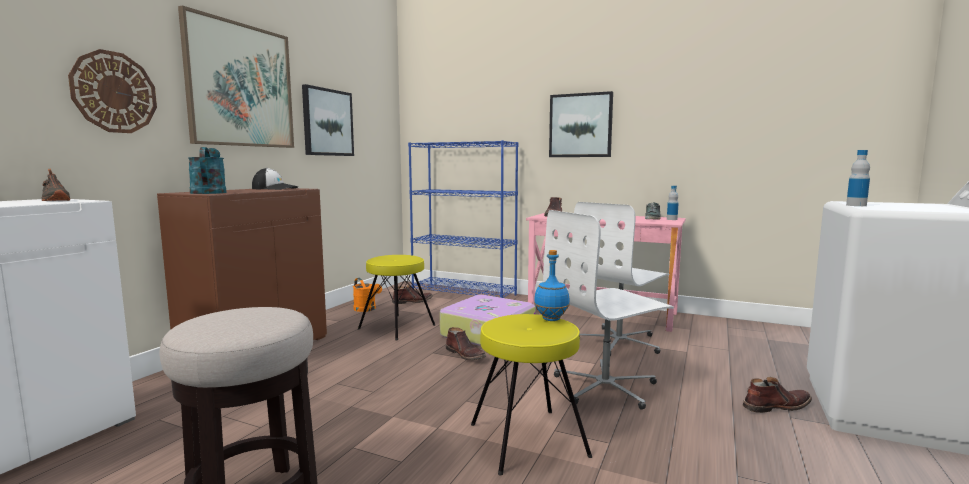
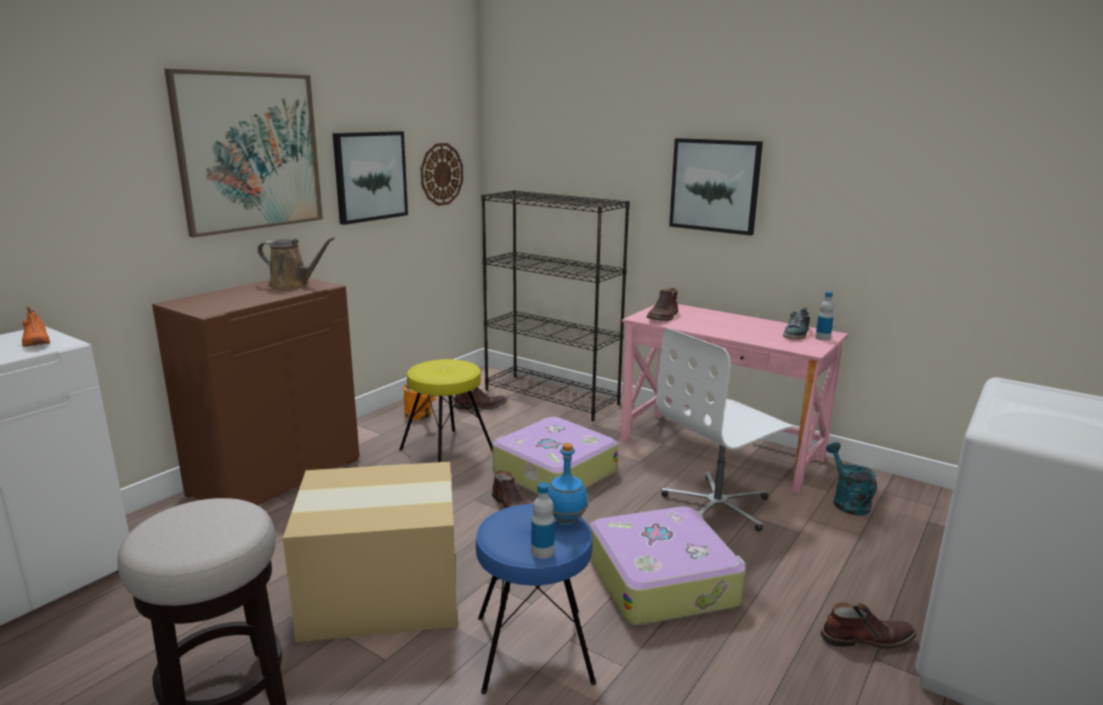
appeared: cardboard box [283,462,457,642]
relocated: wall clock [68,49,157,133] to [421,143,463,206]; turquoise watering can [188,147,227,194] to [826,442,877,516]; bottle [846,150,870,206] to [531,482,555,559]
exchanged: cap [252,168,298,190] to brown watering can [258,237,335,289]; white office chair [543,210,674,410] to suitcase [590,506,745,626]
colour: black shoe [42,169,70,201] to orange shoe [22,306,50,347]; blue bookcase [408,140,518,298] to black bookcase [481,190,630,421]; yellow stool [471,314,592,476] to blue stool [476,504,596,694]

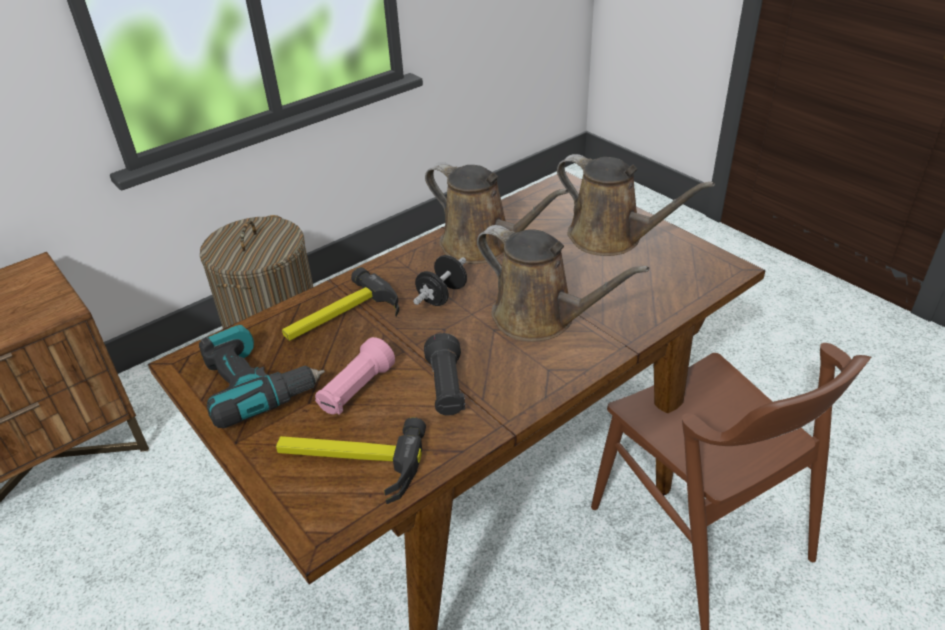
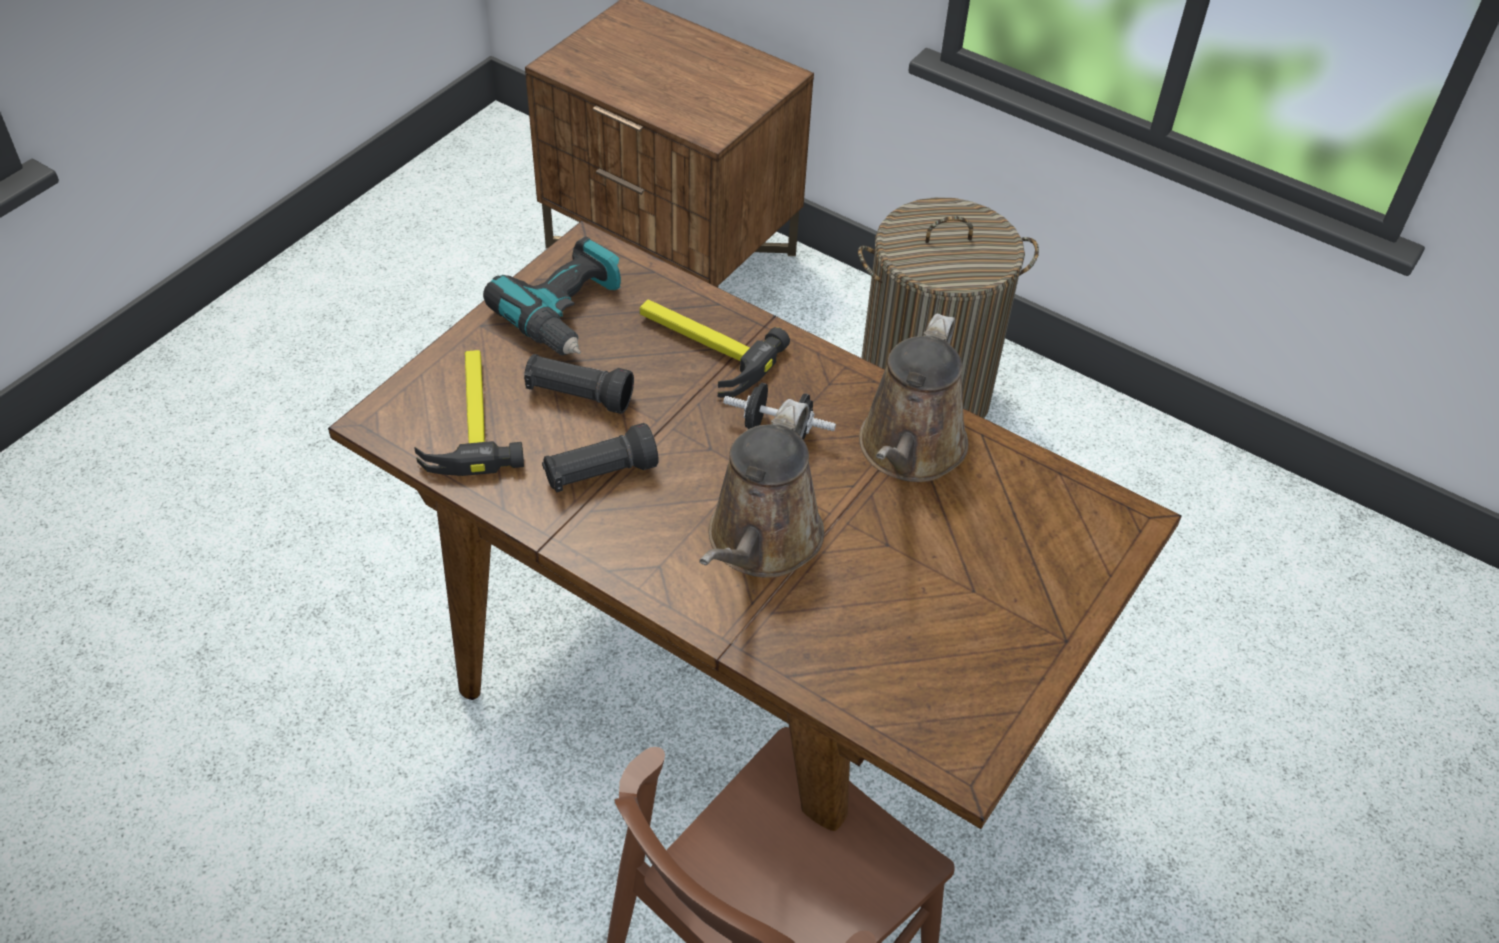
missing: brown watering can [557,154,715,256]
colour: pink flashlight [315,337,395,415] to black flashlight [524,354,634,414]

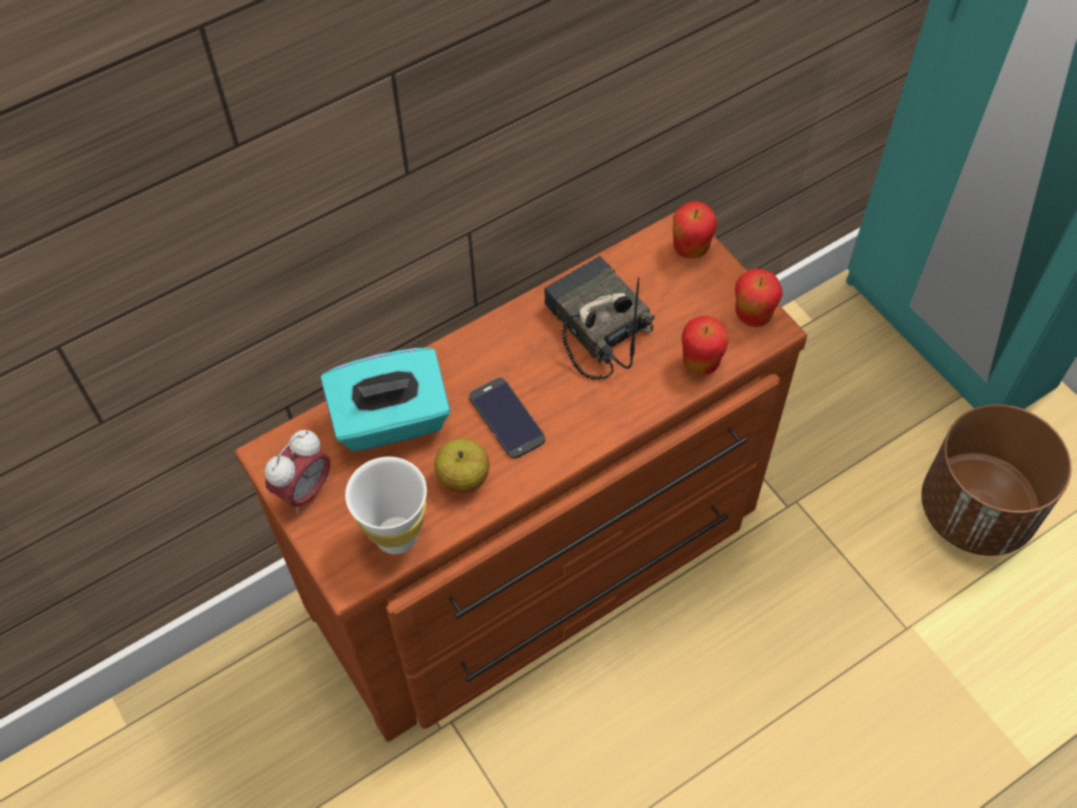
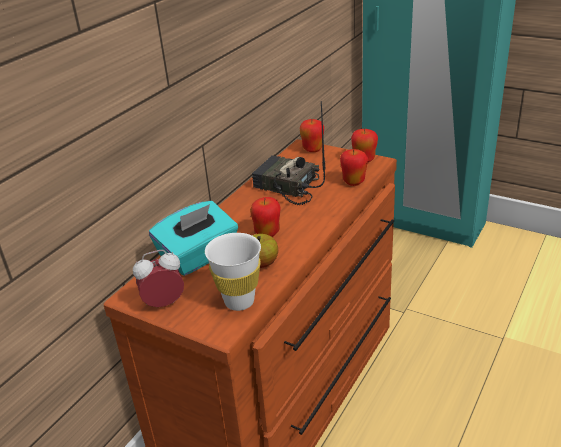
missing: brown planter [921,404,1071,556]
exchanged: phone [469,377,545,459] to apple [250,197,281,237]
spun: alarm clock [265,430,330,514] = [133,250,184,307] 120 degrees counterclockwise

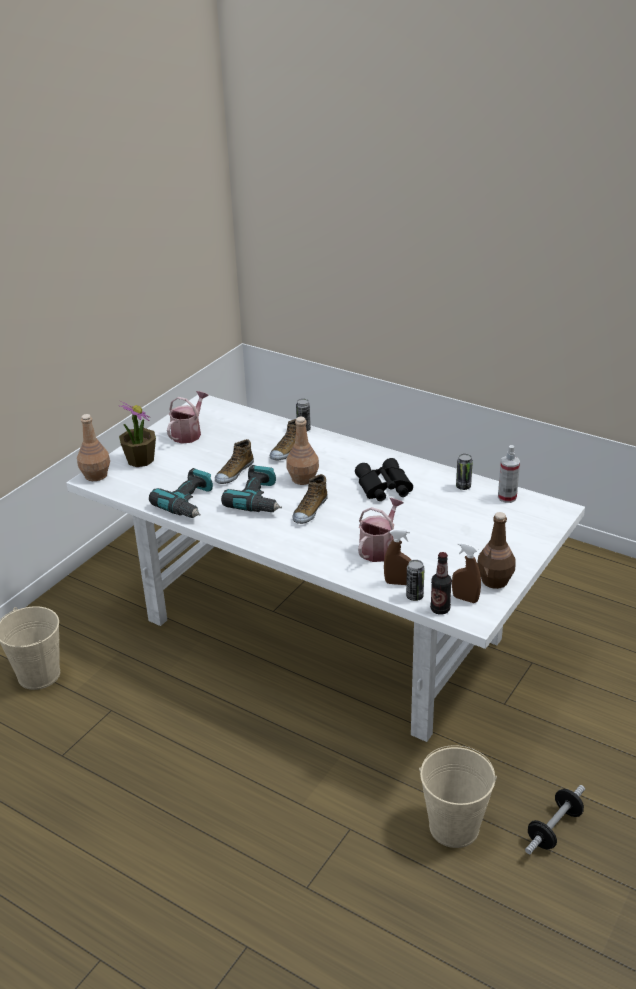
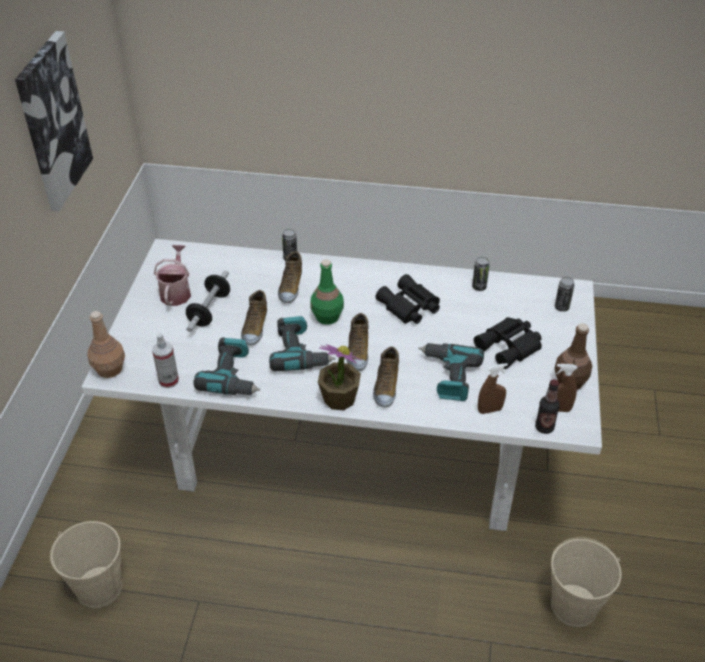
appeared: picture [15,31,93,211]; shoe [373,346,399,407]; black binoculars [474,317,542,369]
relocated: potted plant [118,401,156,467] to [318,344,362,410]; can [406,560,425,601] to [555,277,575,312]; spray bottle [498,445,520,503] to [152,333,179,388]; dumbbell [525,785,585,854] to [186,270,230,332]
exchanged: watering can [358,498,404,562] to power drill [419,343,484,401]
colour: brown bottle [286,417,319,485] to green bottle [310,259,344,325]

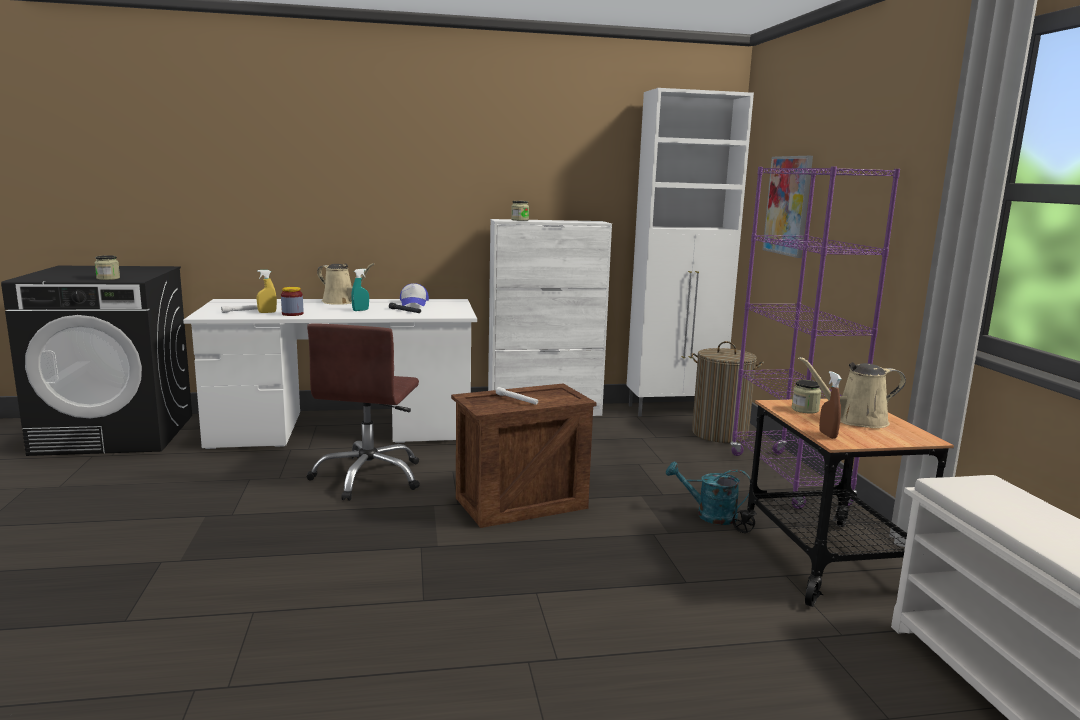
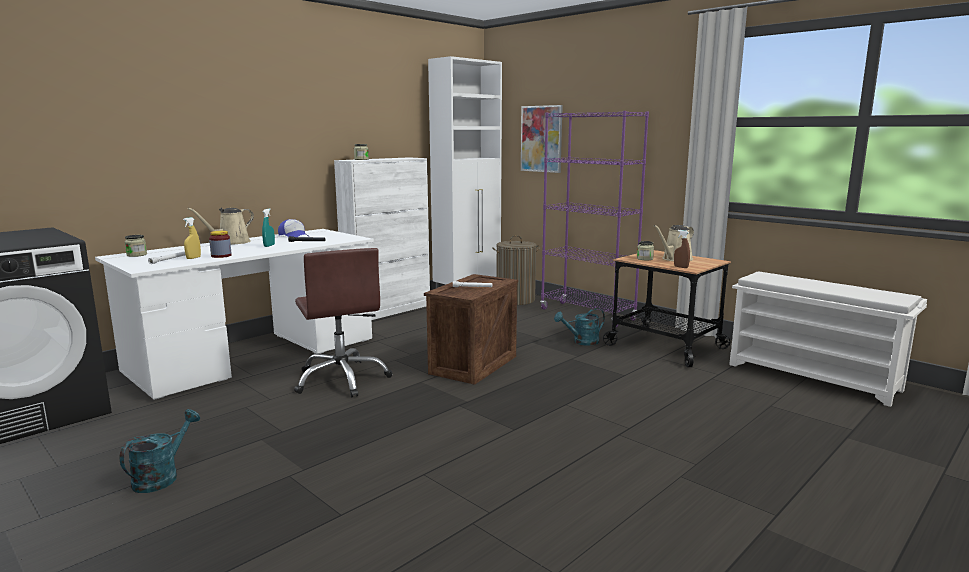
appeared: turquoise watering can [119,409,200,493]
relocated: jar [95,255,120,280] to [125,235,147,257]
spun: beige watering can [317,263,374,305] = [187,208,254,245] 135 degrees clockwise

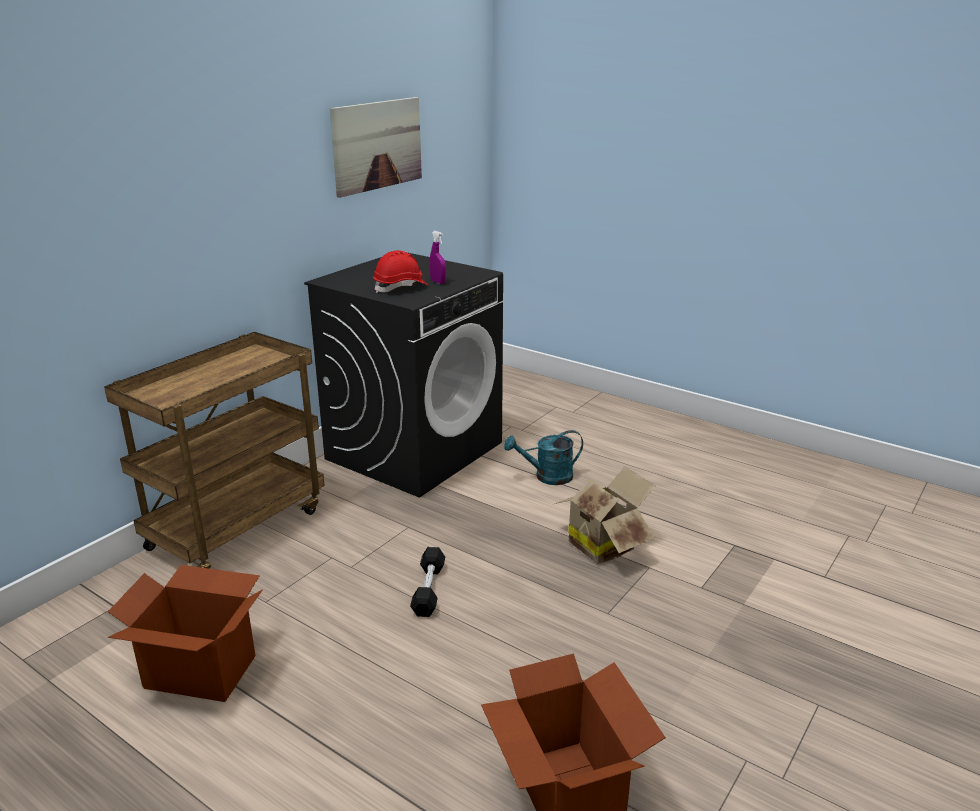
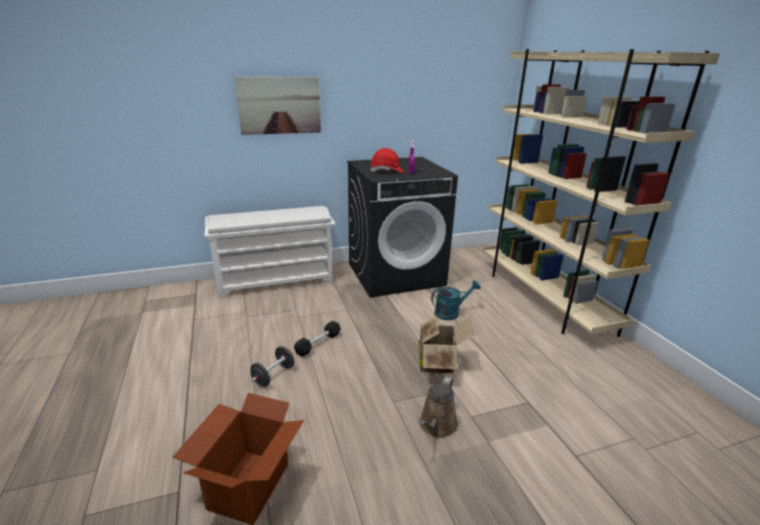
missing: cardboard box [108,565,263,702]
appeared: black dumbbell [250,346,294,387]; brown watering can [419,377,458,438]; beige bookcase [483,49,720,337]
relocated: picture [330,97,422,198] to [235,77,321,135]
exchanged: brown cart [104,332,325,569] to white shoe rack [205,206,336,298]
spun: turquoise watering can [504,430,583,485] = [431,280,480,320] 135 degrees clockwise

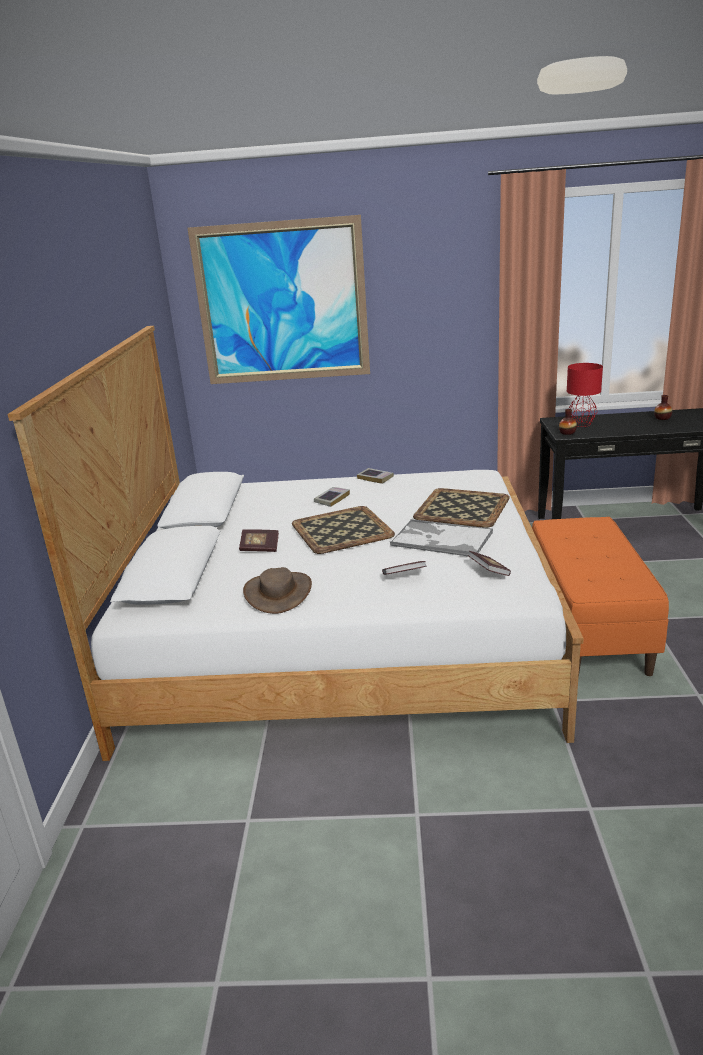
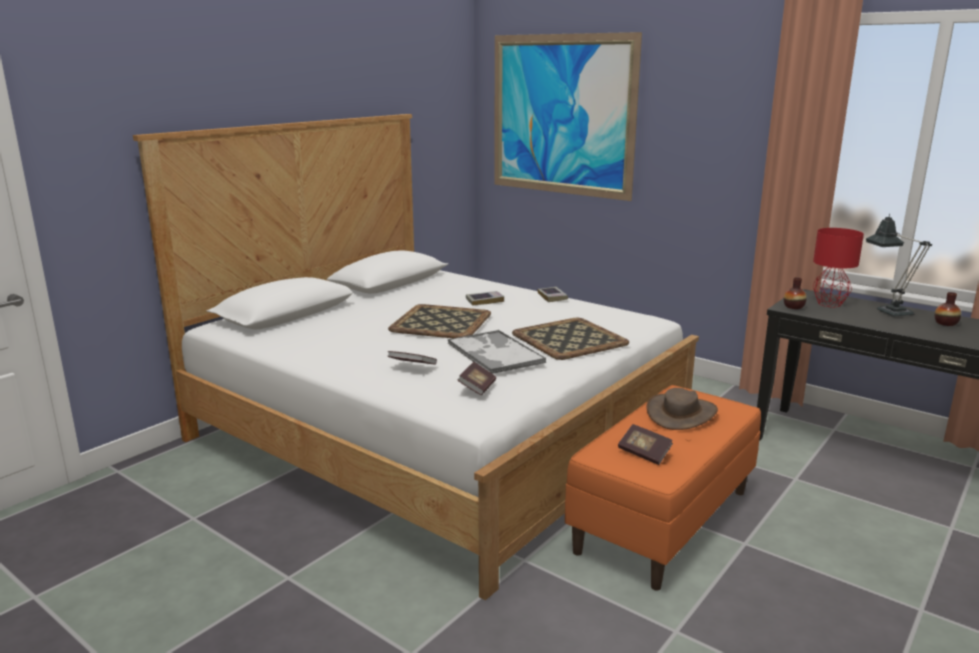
appeared: table lamp [866,214,932,317]
relocated: book [239,529,279,552] to [618,424,673,465]; brown hat [243,567,312,614] to [647,388,718,430]

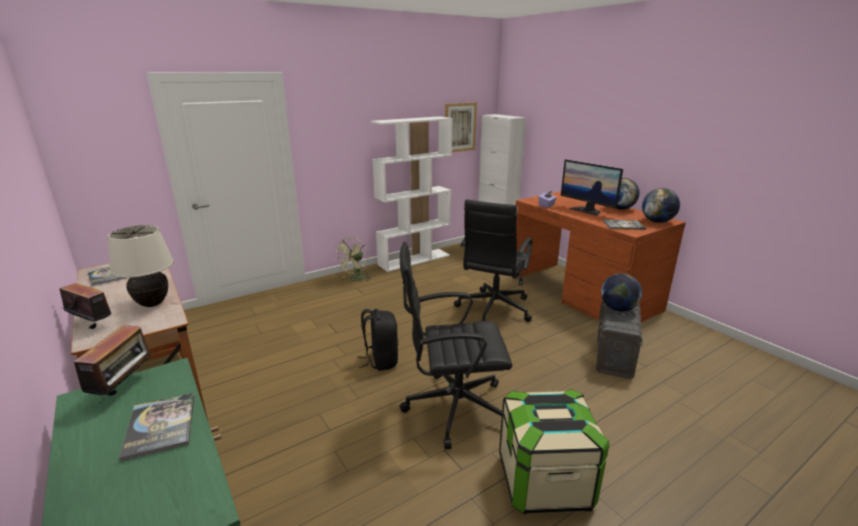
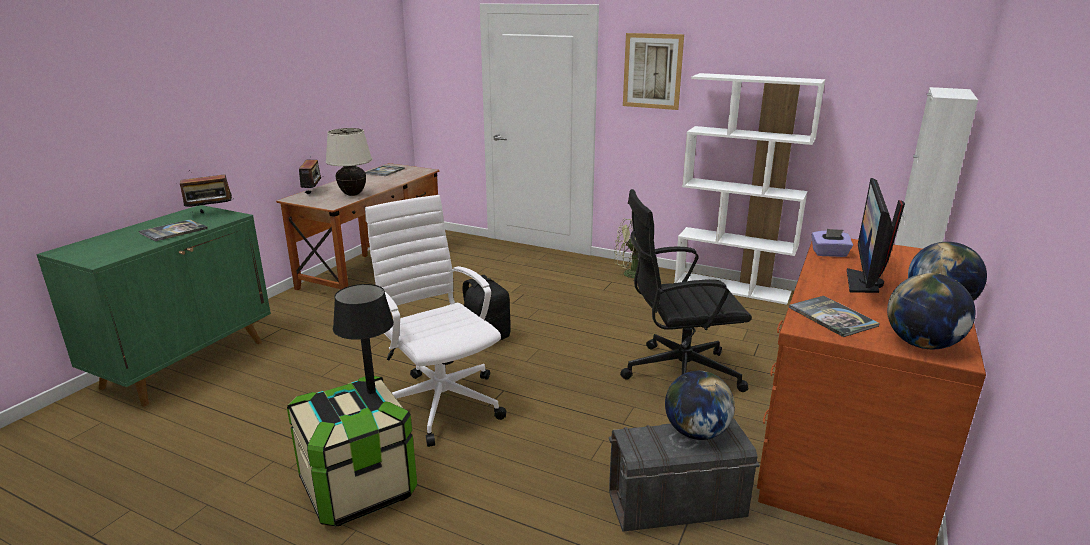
appeared: black table lamp [333,284,394,394]
relocated: picture [445,102,477,152] to [623,33,684,110]
colour: black office chair [399,242,512,449] to white office chair [365,195,507,447]

